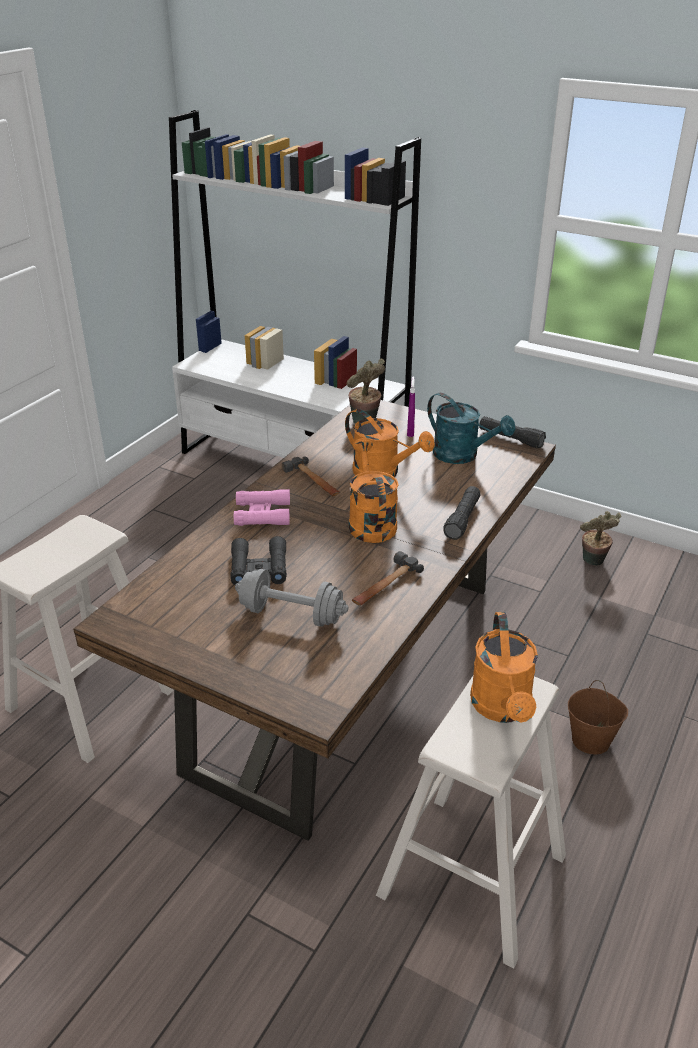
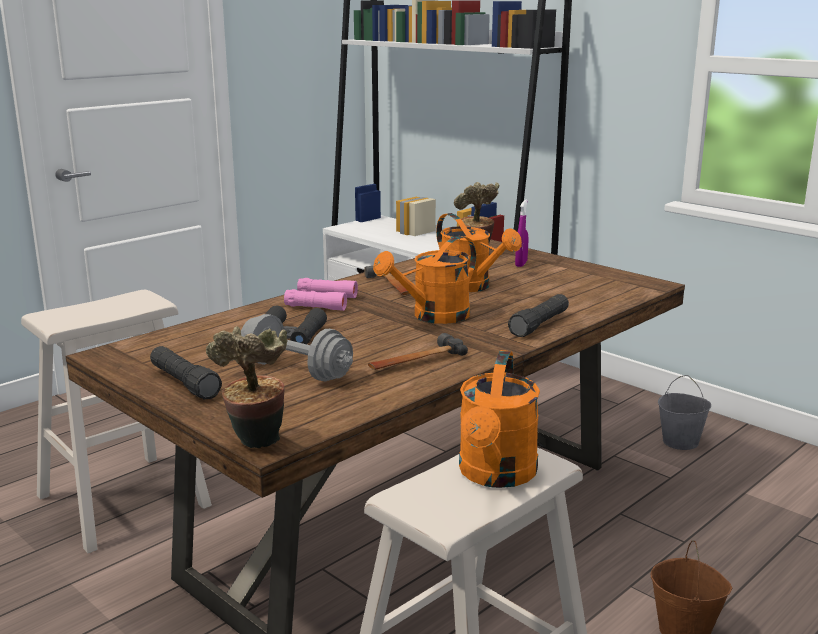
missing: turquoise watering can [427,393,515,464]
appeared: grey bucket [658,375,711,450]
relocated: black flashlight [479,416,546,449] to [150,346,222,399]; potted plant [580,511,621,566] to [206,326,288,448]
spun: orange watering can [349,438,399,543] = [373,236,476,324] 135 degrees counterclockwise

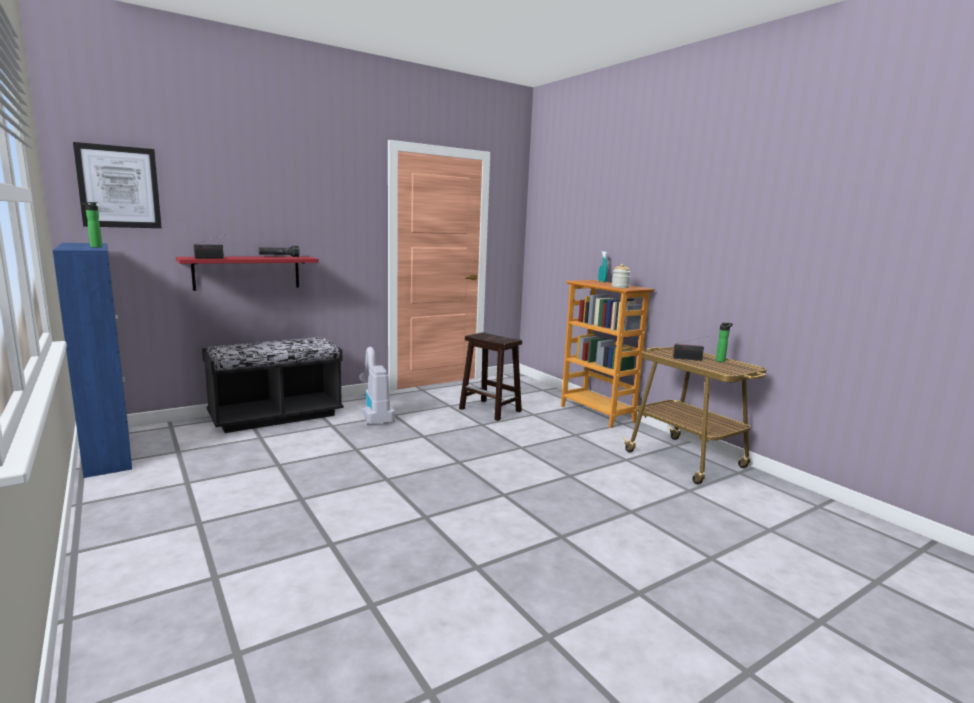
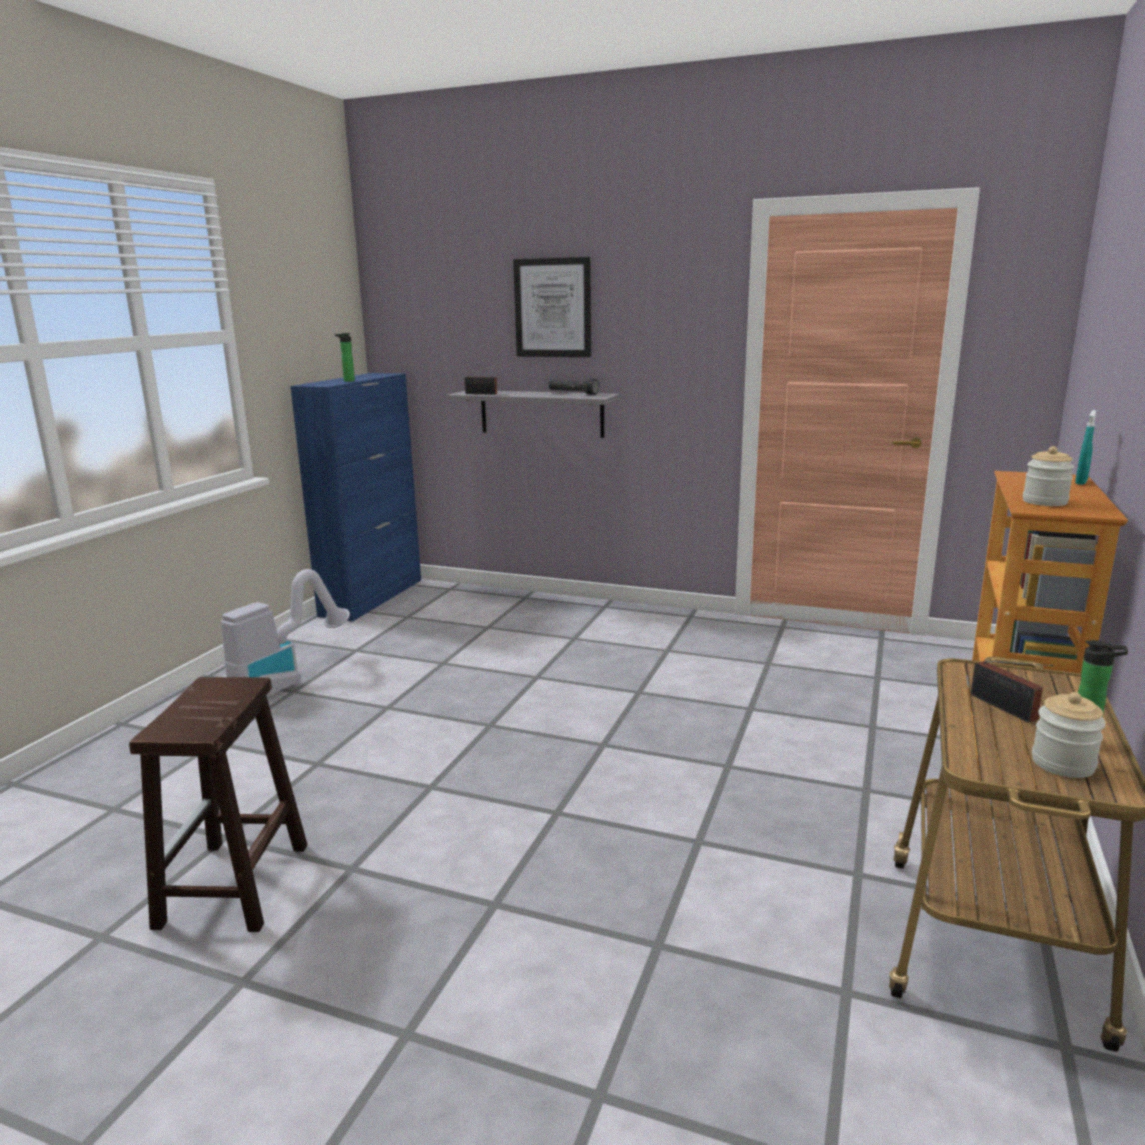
missing: black bench [202,337,344,433]
appeared: jar [1032,692,1106,778]
relocated: picture [73,142,162,228] to [513,257,591,357]; vacuum cleaner [359,347,395,425] to [221,569,350,696]; brown stool [459,332,522,421] to [129,677,308,932]
colour: red shelf [176,257,319,291] to grey shelf [447,391,620,438]

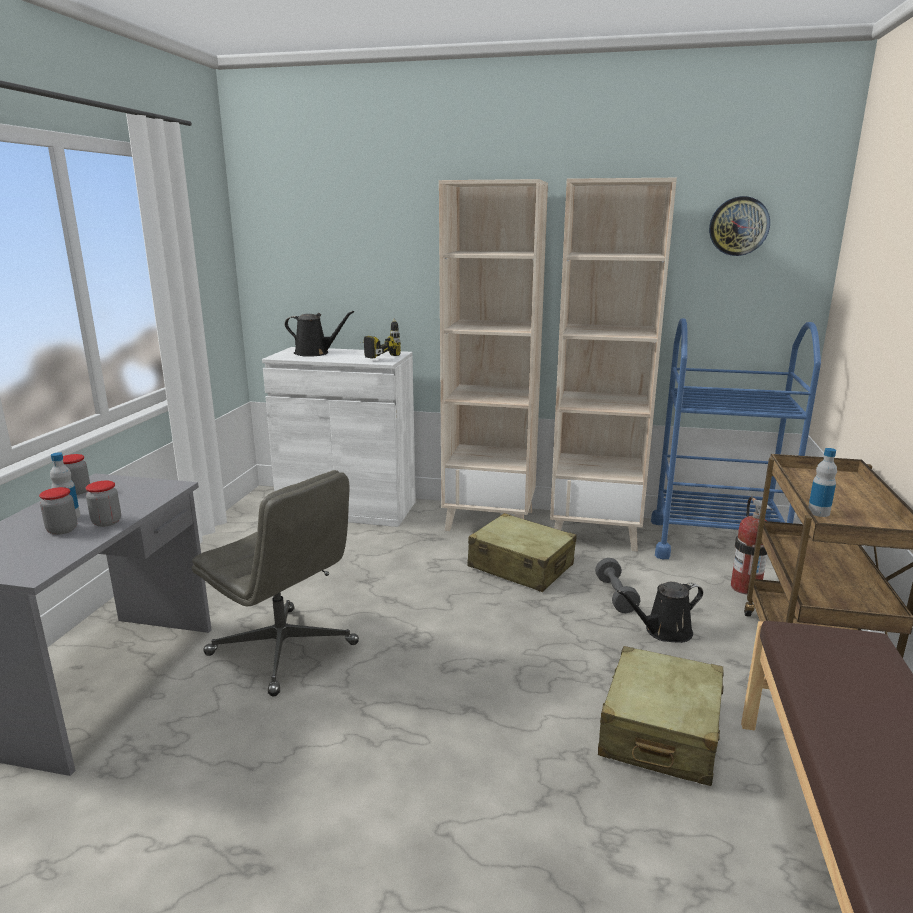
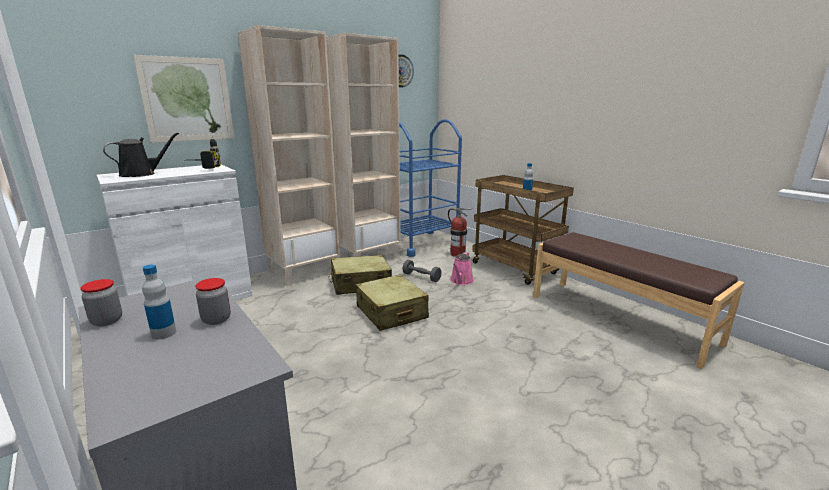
missing: jar [39,487,77,535]; grey office chair [192,470,359,696]
appeared: picture [133,55,234,143]
relocated: beige suitcase [598,646,724,786] to [356,275,429,331]
colour: black watering can [617,582,703,643] to pink watering can [450,252,474,285]

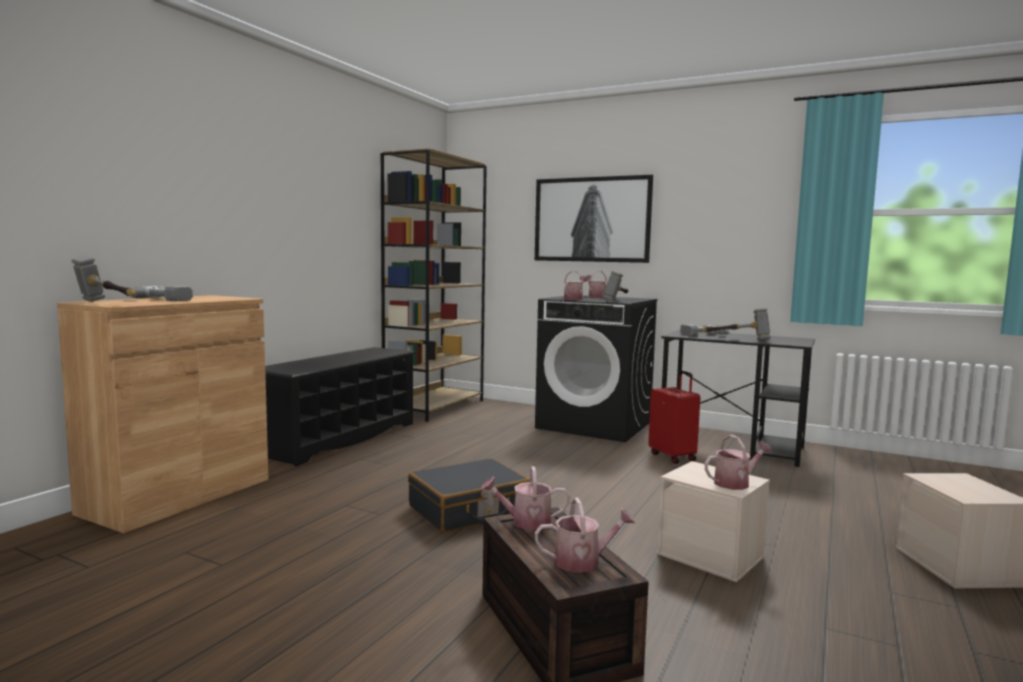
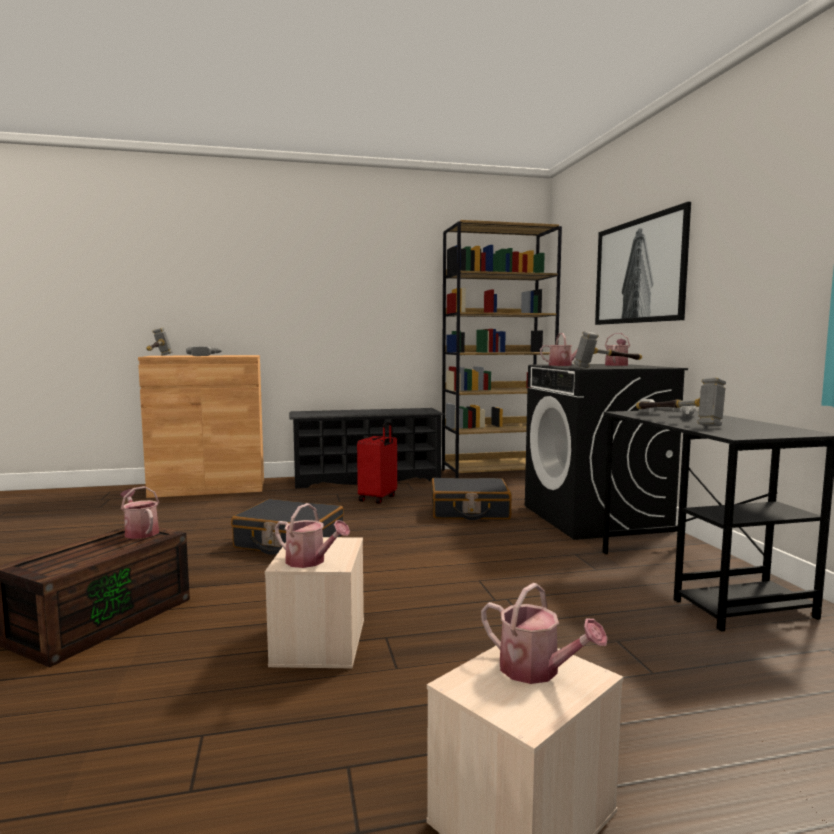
appeared: black suitcase [431,478,512,520]
relocated: watering can [535,498,635,573] to [481,583,608,684]; red suitcase [648,371,700,464] to [357,422,397,504]

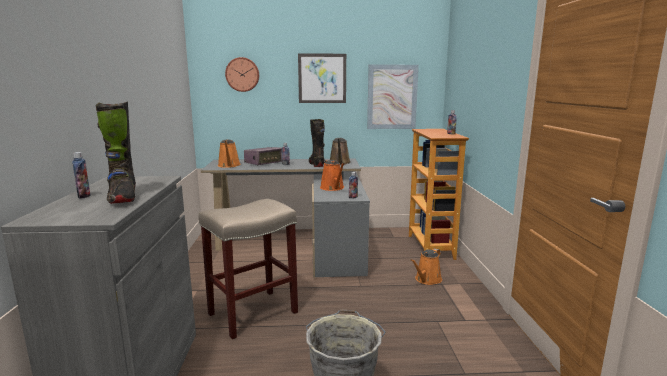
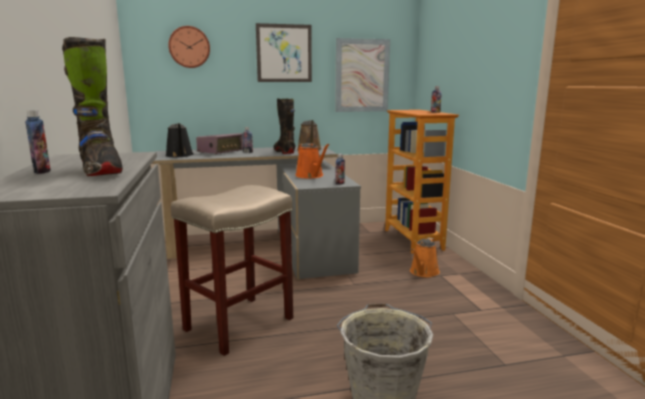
colour: orange watering can [218,139,241,168] to black watering can [165,123,193,157]

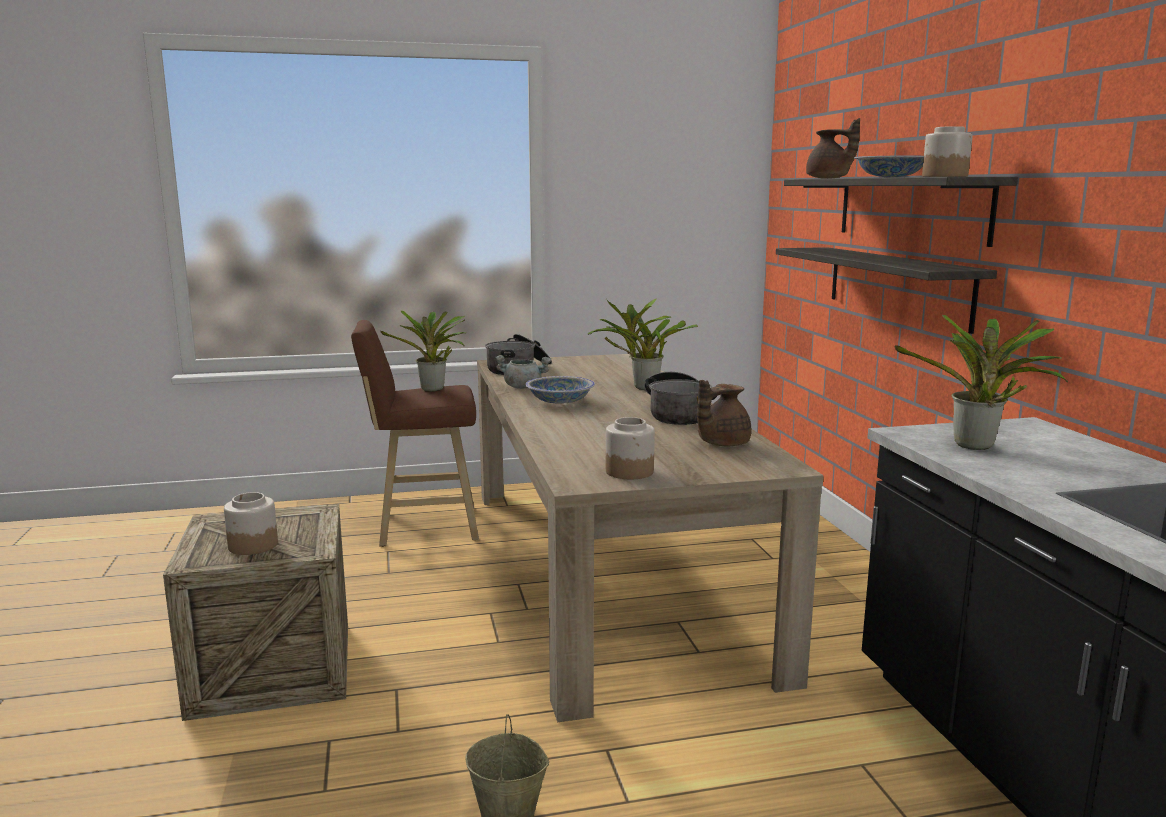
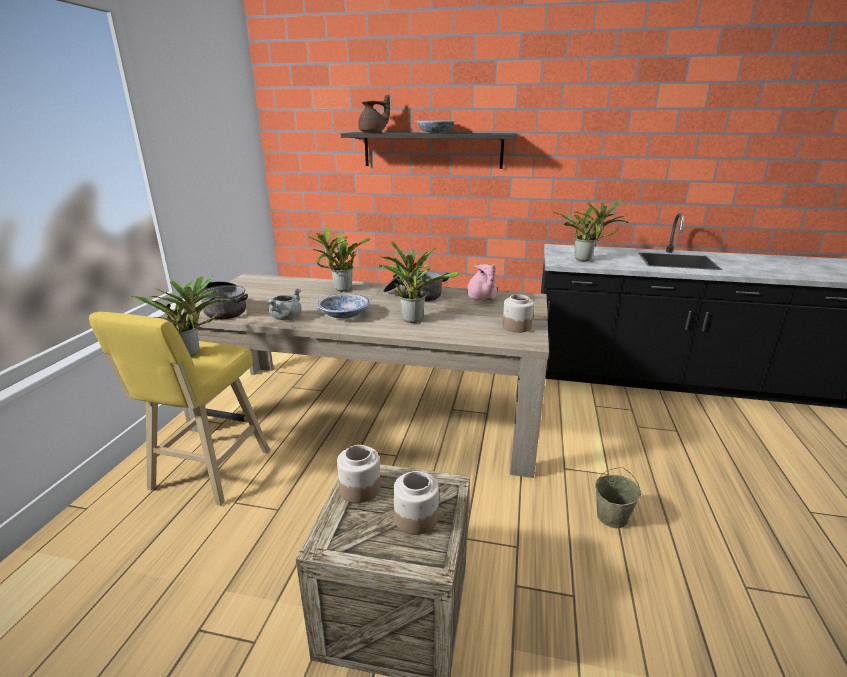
missing: shelf [776,247,997,334]
appeared: potted plant [378,242,459,323]
relocated: jar [922,126,973,177] to [337,445,381,503]
colour: brown stool [351,320,479,547] to yellow stool [89,312,270,505]; brown teapot [697,380,751,447] to pink teapot [467,264,497,301]

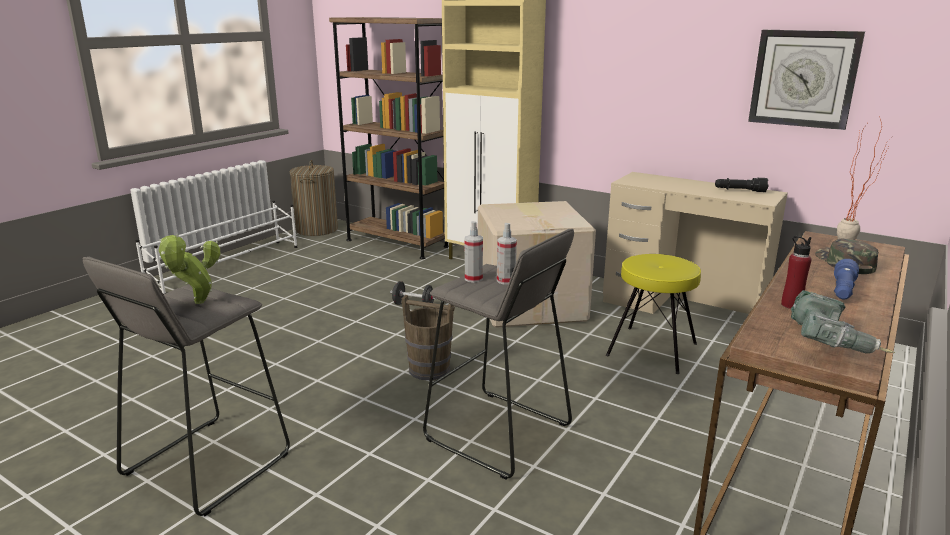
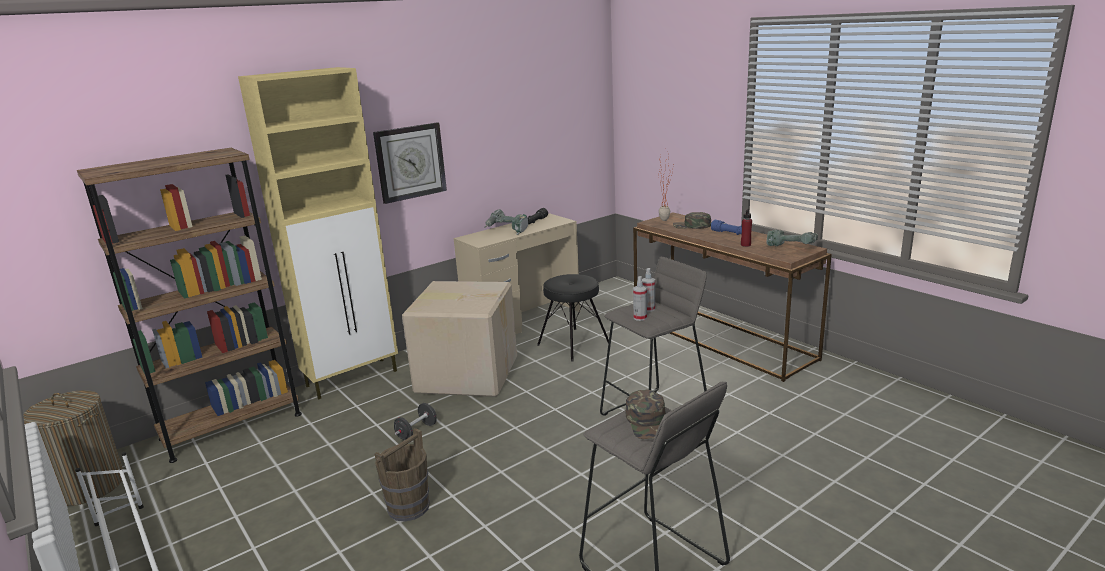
appeared: power drill [485,209,528,235]
relocated: brown bucket [401,295,455,380] to [374,428,430,522]; wall clock [748,30,865,130] to [373,123,447,204]
exchanged: potted plant [159,235,221,304] to green cap [625,390,666,439]
colour: yellow stool [606,254,701,374] to black stool [537,274,609,361]

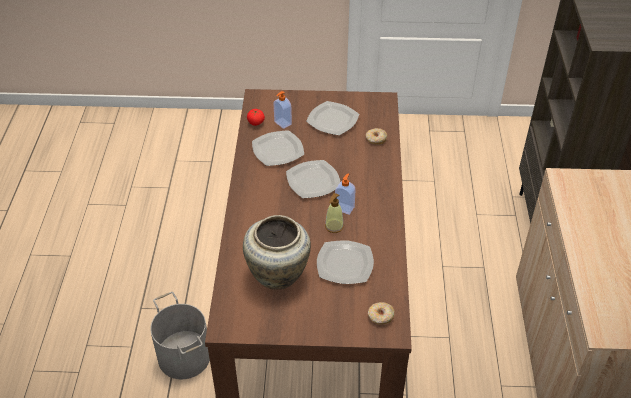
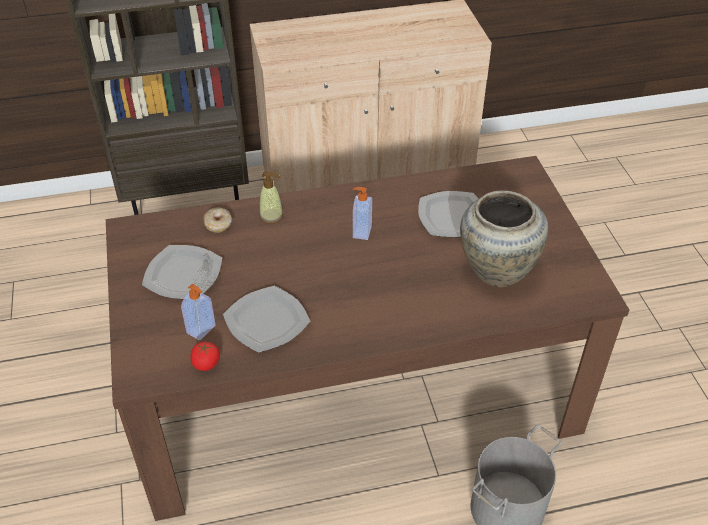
missing: plate [286,160,340,198]; donut [368,302,395,324]
relocated: soap dispenser [325,193,344,233] to [260,171,283,224]

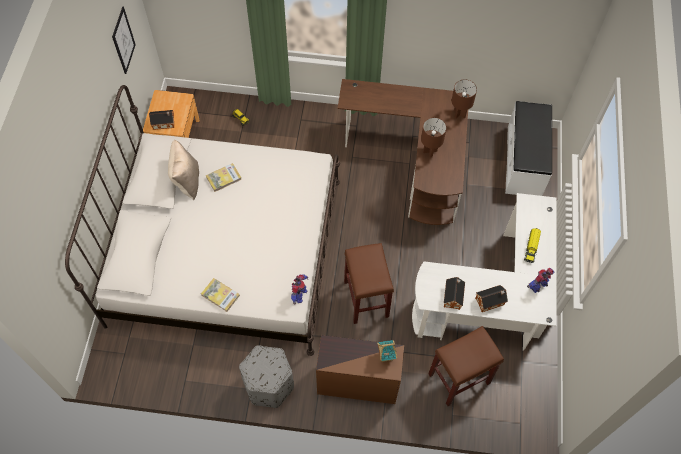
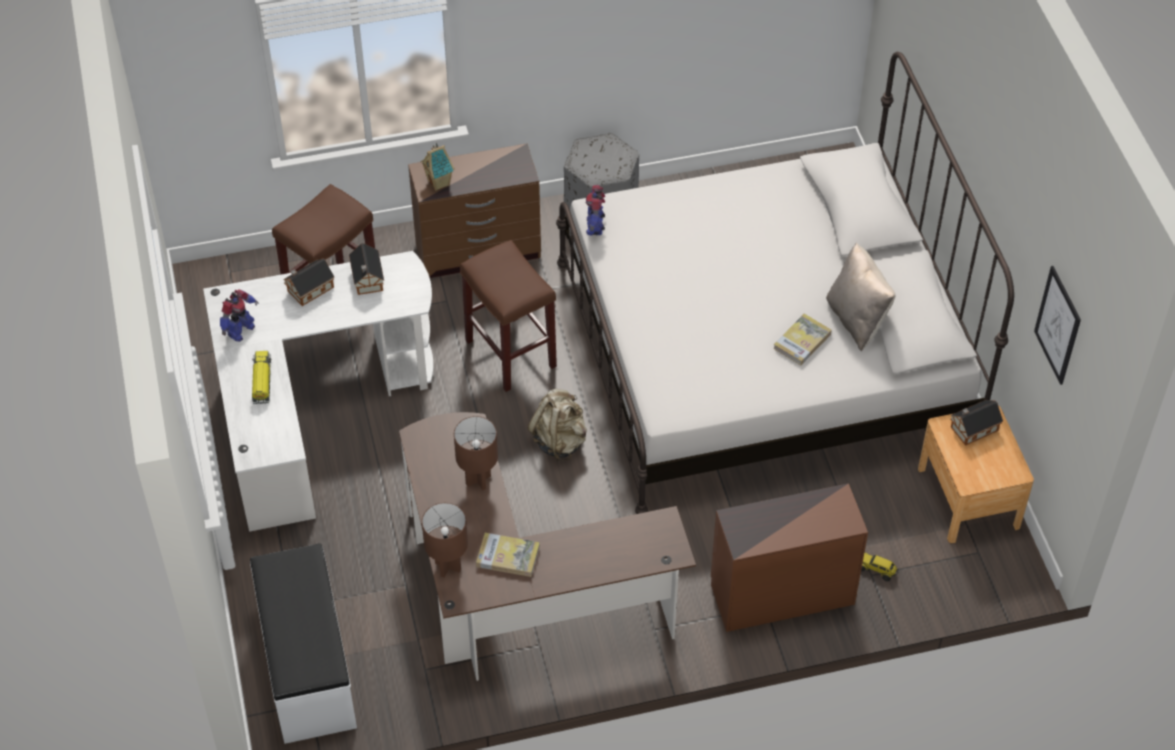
appeared: beige backpack [528,389,587,461]; brown dresser [711,483,868,632]
relocated: book [201,278,240,312] to [476,533,540,577]

